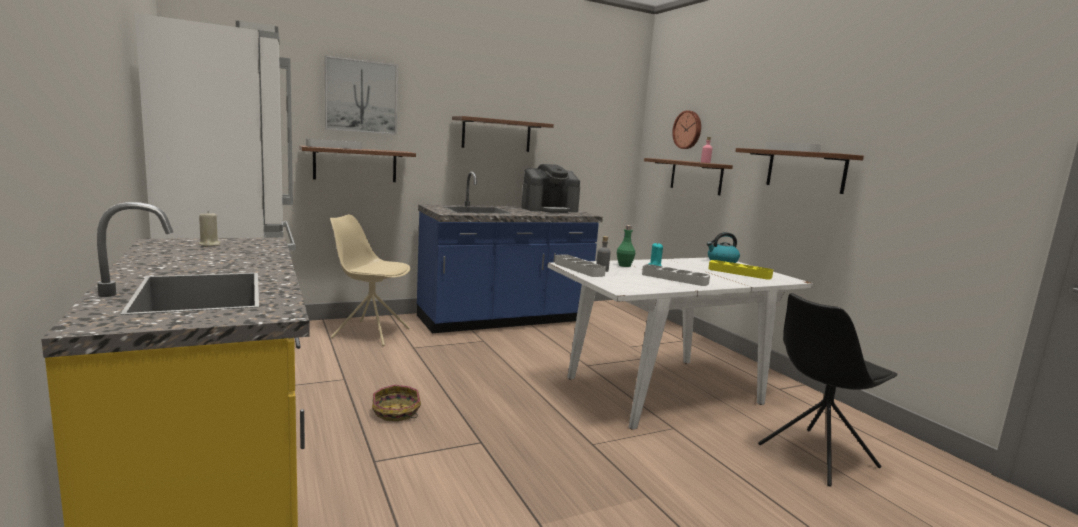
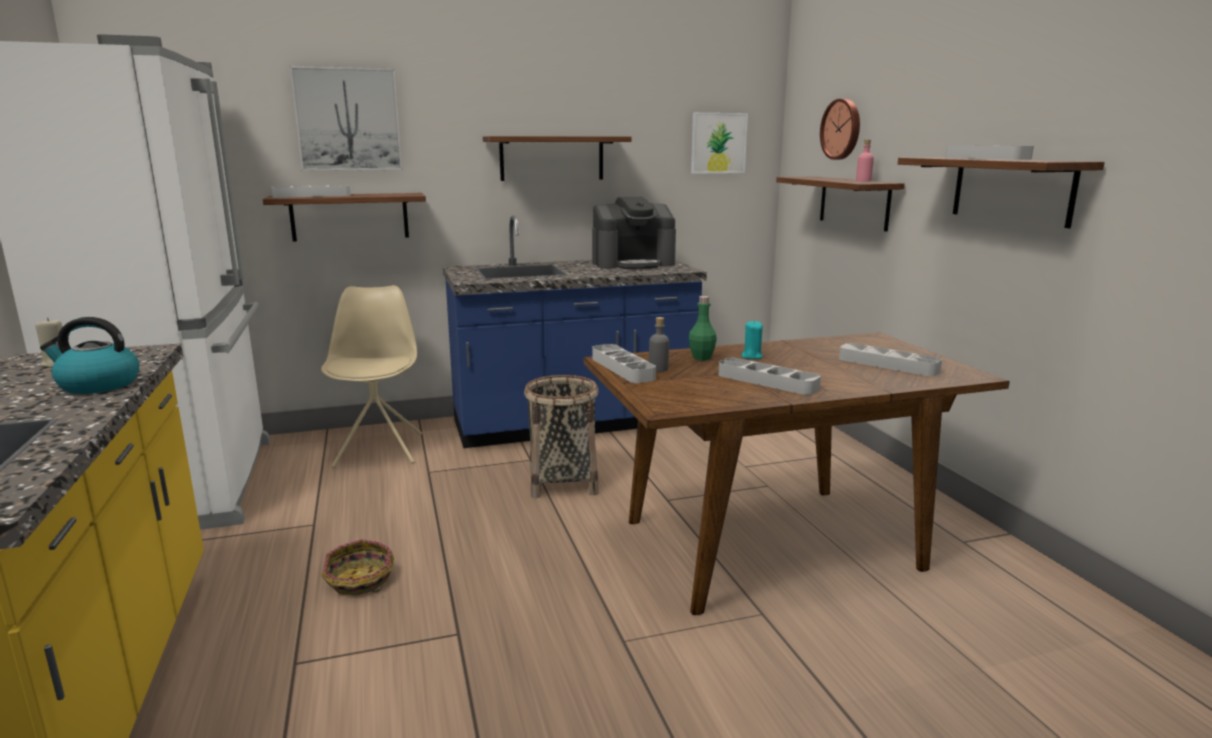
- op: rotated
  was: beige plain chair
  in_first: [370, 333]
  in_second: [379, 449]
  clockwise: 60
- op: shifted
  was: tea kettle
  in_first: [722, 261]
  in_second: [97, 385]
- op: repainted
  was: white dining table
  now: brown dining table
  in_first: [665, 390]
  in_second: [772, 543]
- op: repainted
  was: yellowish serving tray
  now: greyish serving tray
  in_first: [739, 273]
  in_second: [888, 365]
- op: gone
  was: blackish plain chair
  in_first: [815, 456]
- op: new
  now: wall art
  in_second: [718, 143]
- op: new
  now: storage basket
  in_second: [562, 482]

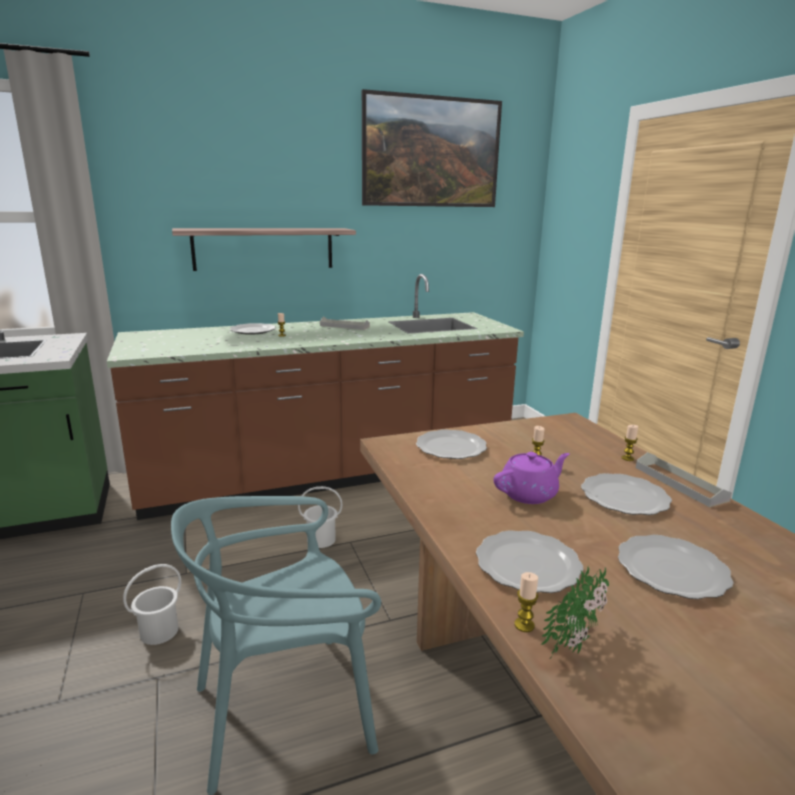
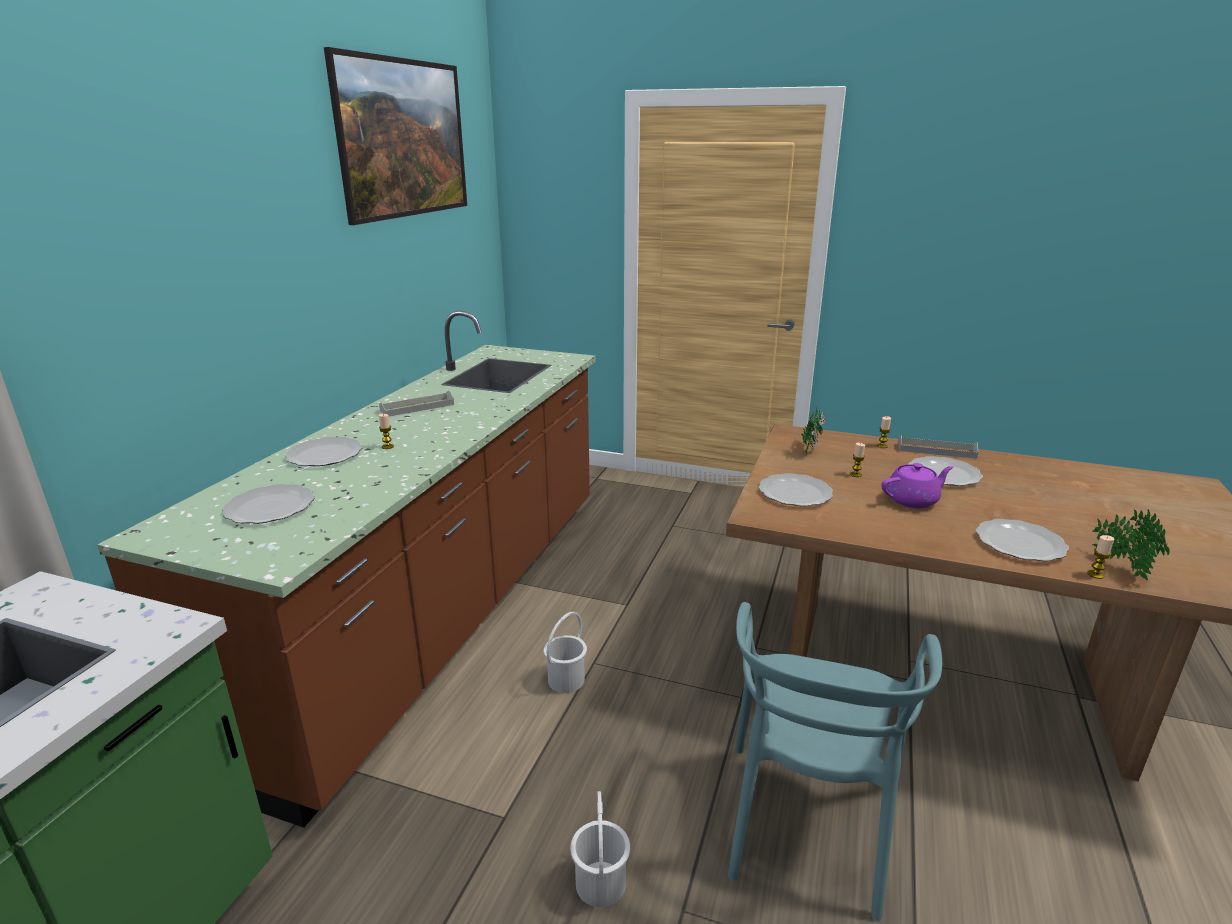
- op: gone
  was: shelf
  in_first: [264, 248]
- op: rotated
  was: purple pot for tea
  in_first: [529, 494]
  in_second: [913, 500]
  clockwise: 60
- op: shifted
  was: plate
  in_first: [672, 569]
  in_second: [270, 507]
- op: new
  now: plant in a pot
  in_second: [809, 450]

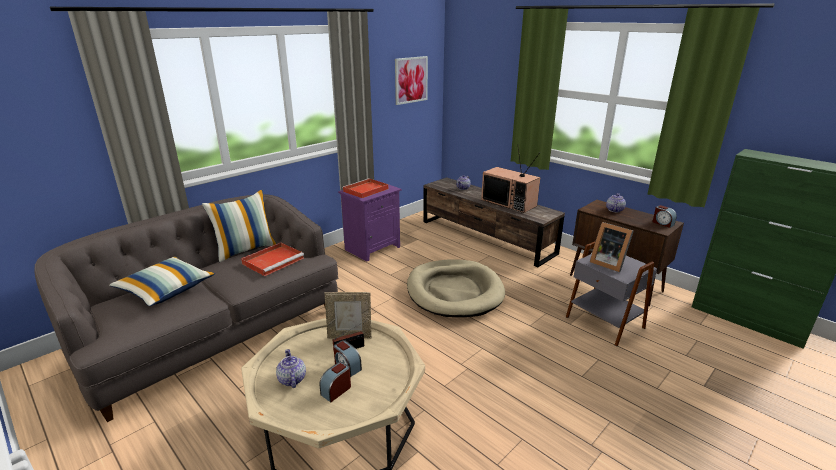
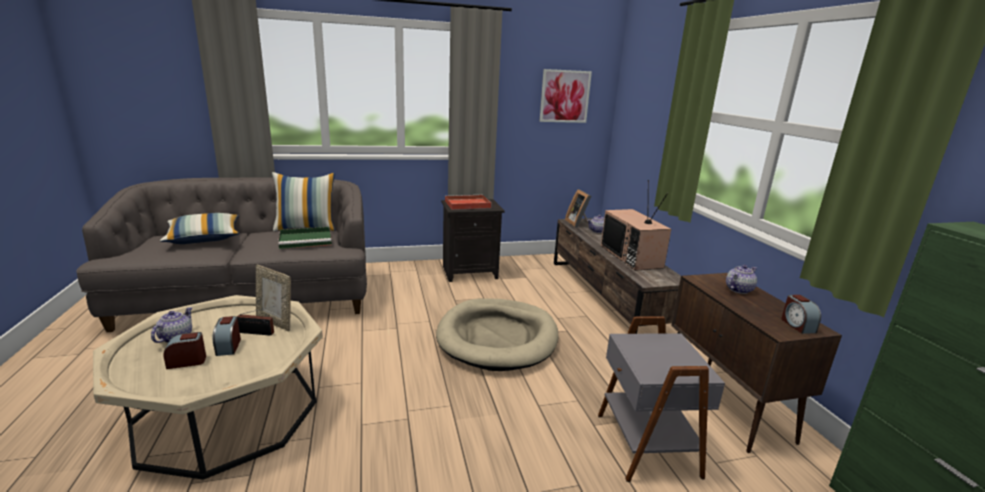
- op: repainted
  was: purple night table
  now: blackish night table
  in_first: [372, 248]
  in_second: [470, 272]
- op: shifted
  was: picture frame
  in_first: [608, 263]
  in_second: [578, 223]
- op: repainted
  was: reddish serving tray
  now: green serving tray
  in_first: [274, 260]
  in_second: [307, 240]

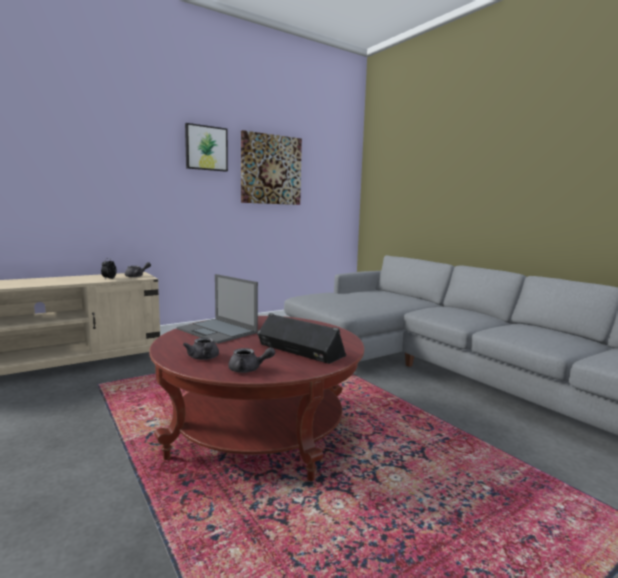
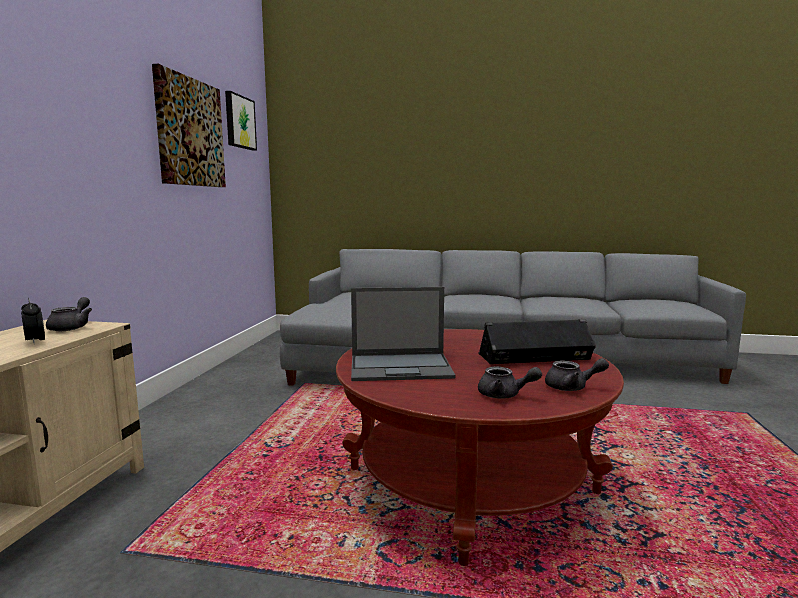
- op: shifted
  was: wall art
  in_first: [206, 148]
  in_second: [239, 122]
- op: rotated
  was: greyish pot for tea
  in_first: [248, 370]
  in_second: [572, 387]
  clockwise: 45

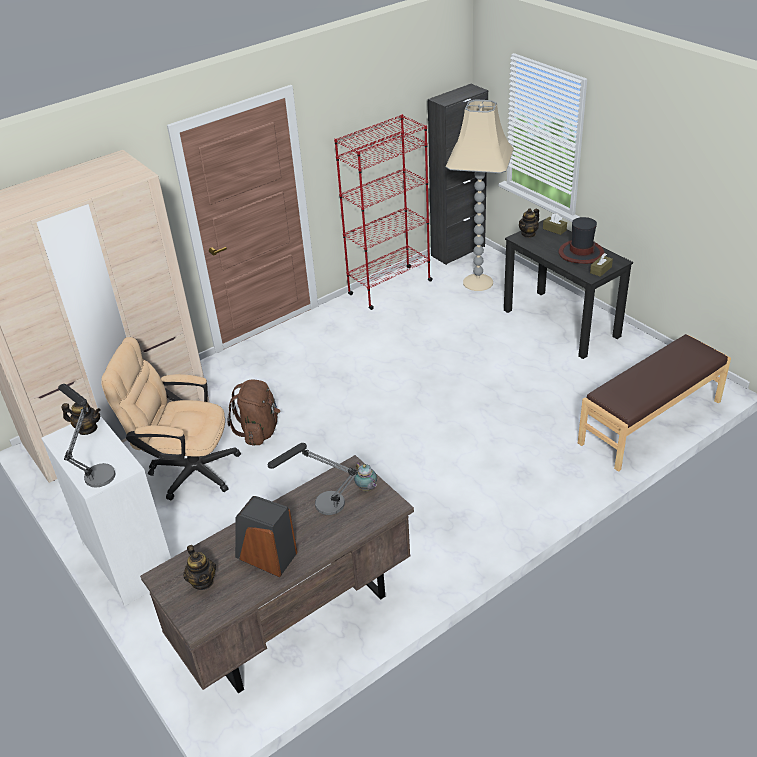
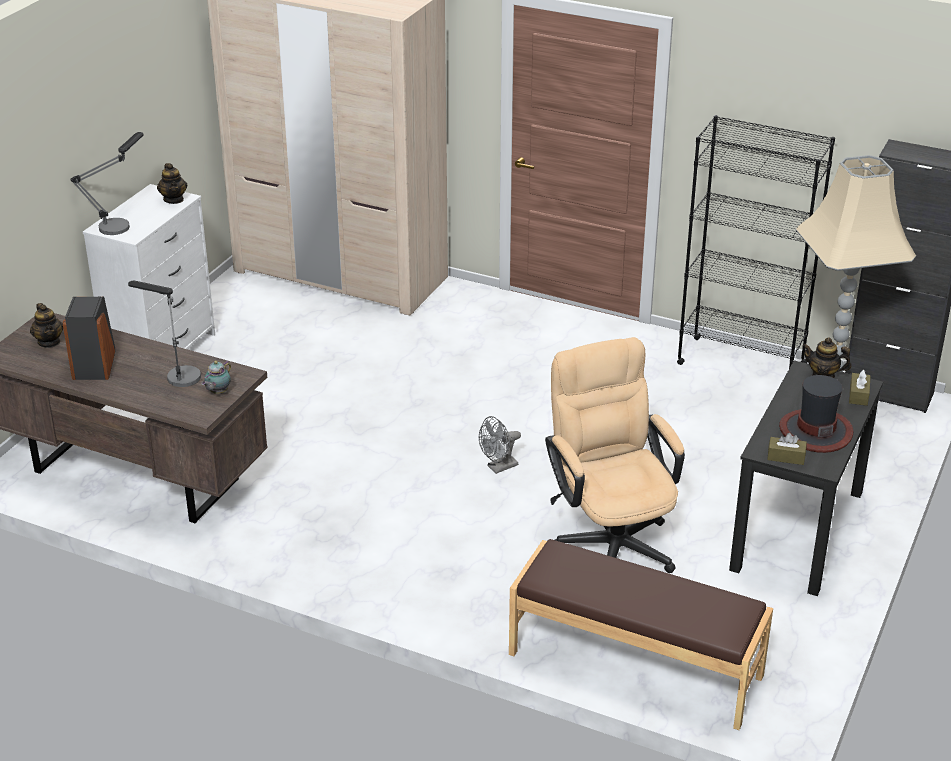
- op: repainted
  was: reddish shelving unit
  now: blackish shelving unit
  in_first: [389, 288]
  in_second: [740, 363]
- op: shifted
  was: beige computer chair
  in_first: [186, 469]
  in_second: [611, 538]
- op: gone
  was: brown rucksack
  in_first: [259, 431]
- op: rotated
  was: pot for tea
  in_first: [203, 581]
  in_second: [49, 342]
  clockwise: -60
- op: new
  now: greyish fan
  in_second: [498, 468]

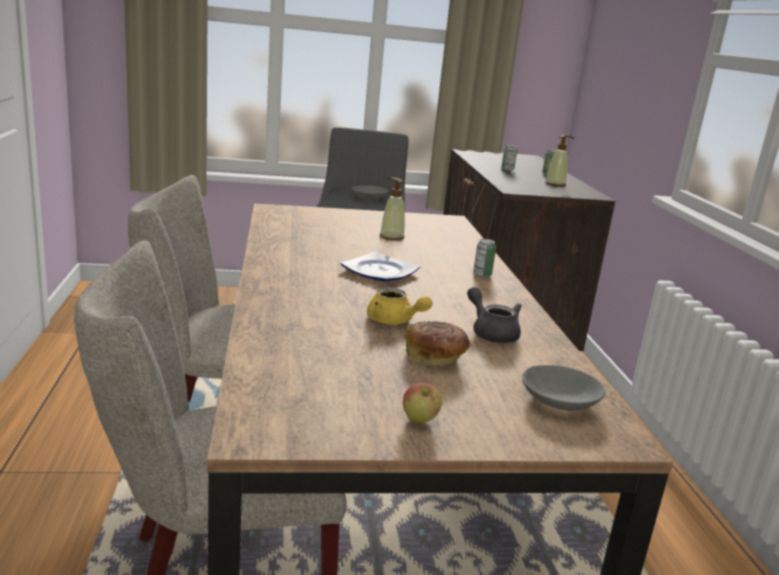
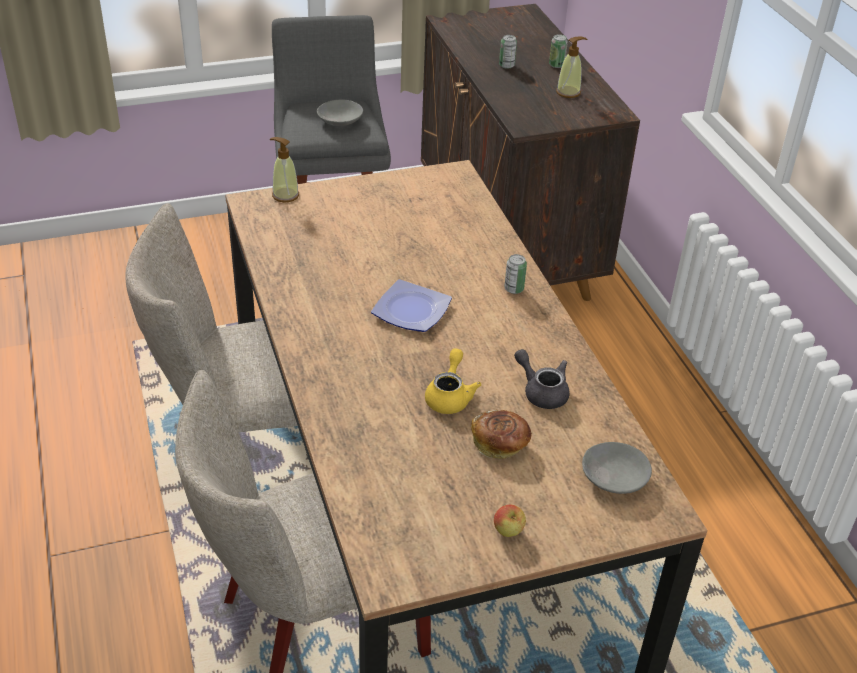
- op: shifted
  was: soap bottle
  in_first: [391, 237]
  in_second: [285, 195]
- op: rotated
  was: yellowish pot for tea
  in_first: [394, 321]
  in_second: [450, 396]
  clockwise: -105

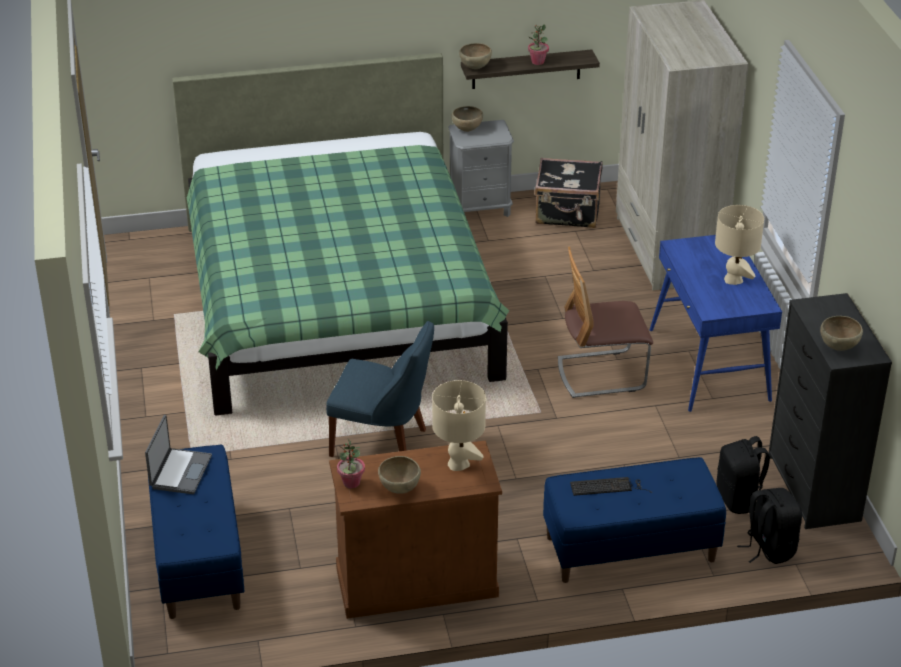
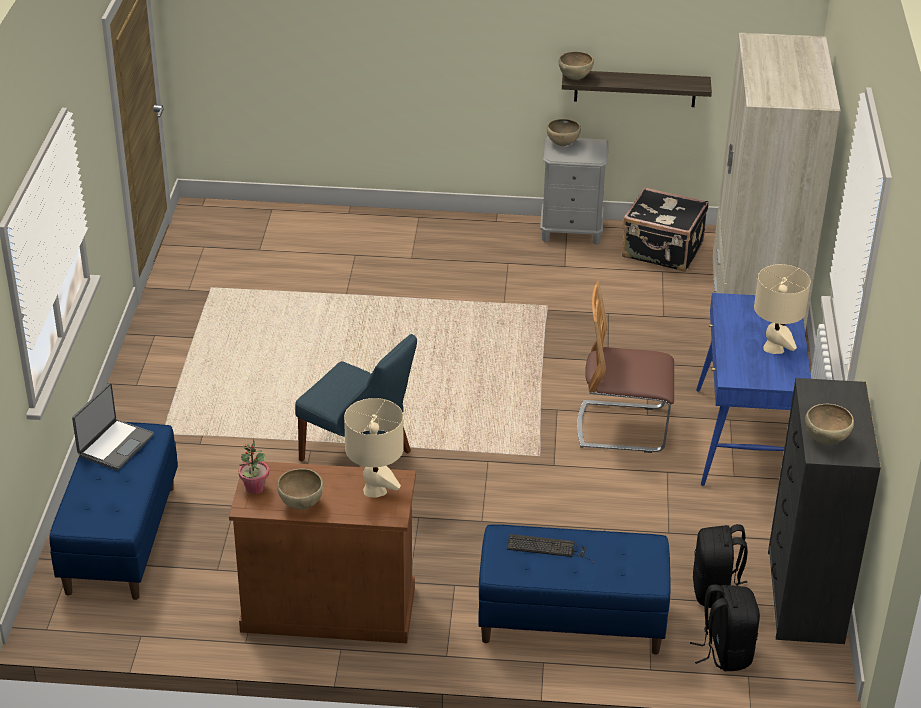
- op: gone
  was: plant in a pot
  in_first: [537, 62]
- op: gone
  was: green bed
  in_first: [336, 301]

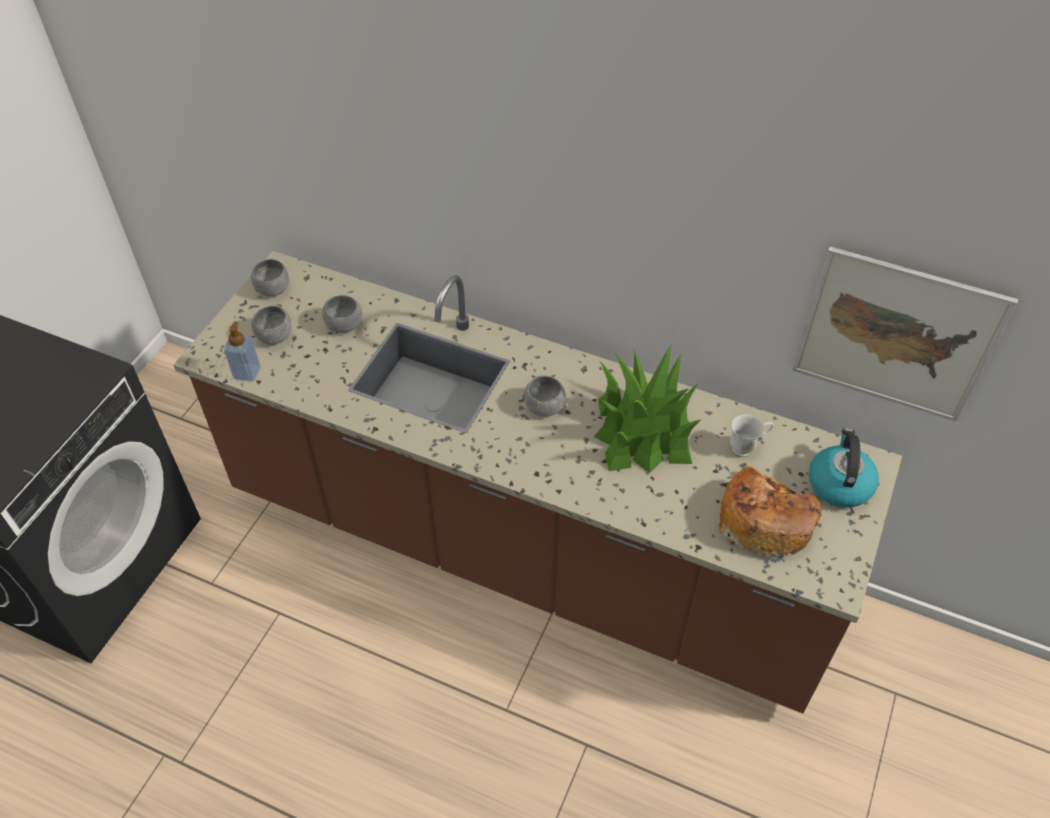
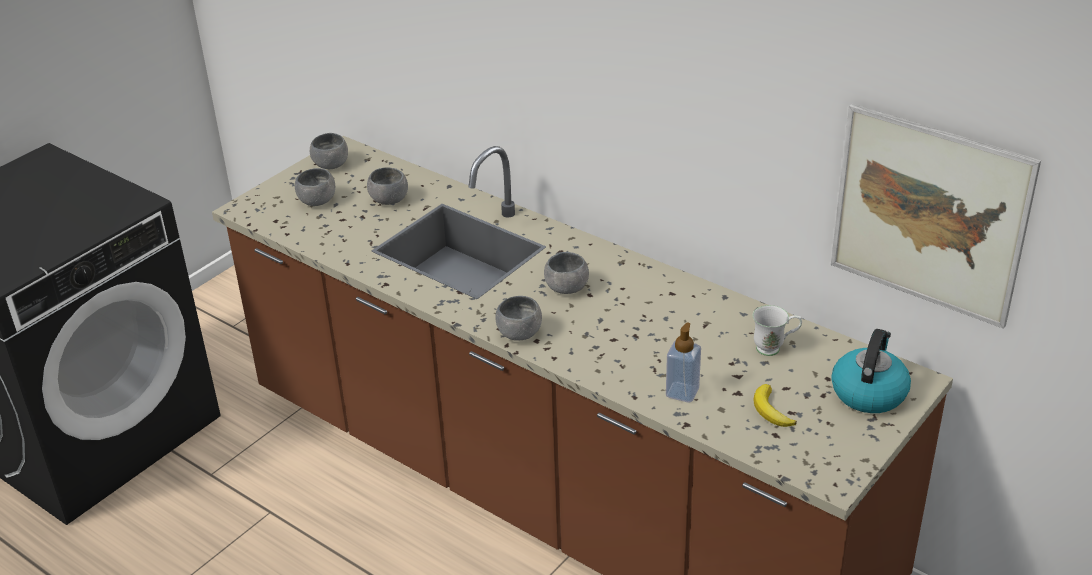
- op: shifted
  was: soap bottle
  in_first: [247, 372]
  in_second: [682, 392]
- op: gone
  was: plant in a pot
  in_first: [643, 430]
- op: swapped
  was: bakery bread
  now: whole banana
  in_first: [764, 518]
  in_second: [771, 410]
- op: new
  now: greyish bowl
  in_second: [519, 333]

